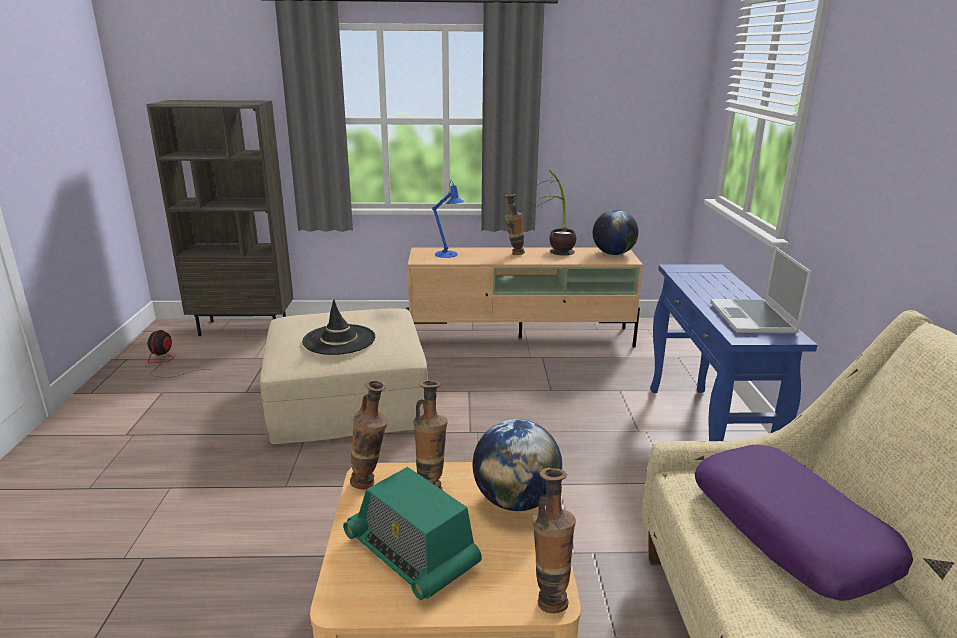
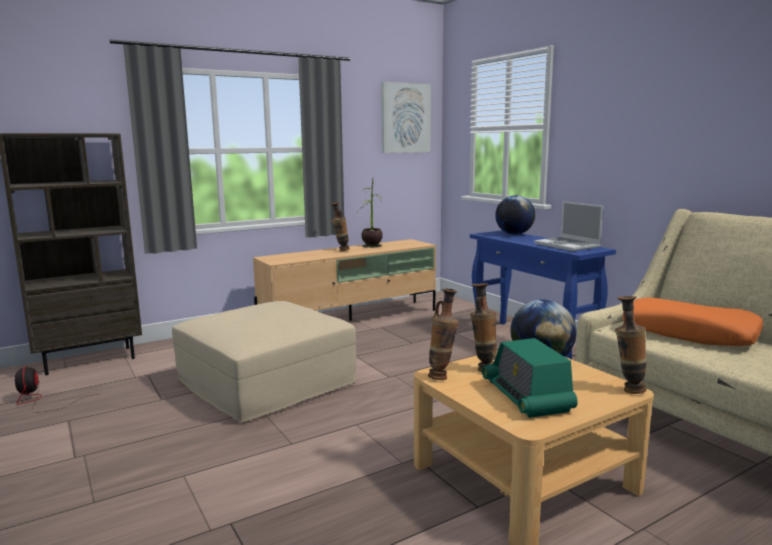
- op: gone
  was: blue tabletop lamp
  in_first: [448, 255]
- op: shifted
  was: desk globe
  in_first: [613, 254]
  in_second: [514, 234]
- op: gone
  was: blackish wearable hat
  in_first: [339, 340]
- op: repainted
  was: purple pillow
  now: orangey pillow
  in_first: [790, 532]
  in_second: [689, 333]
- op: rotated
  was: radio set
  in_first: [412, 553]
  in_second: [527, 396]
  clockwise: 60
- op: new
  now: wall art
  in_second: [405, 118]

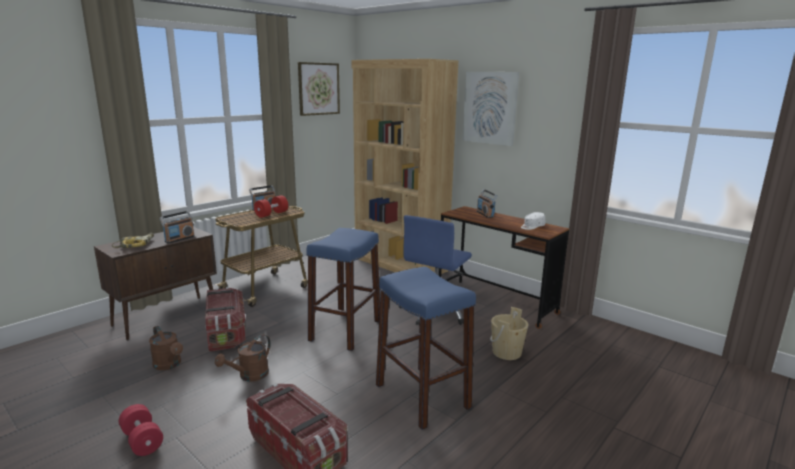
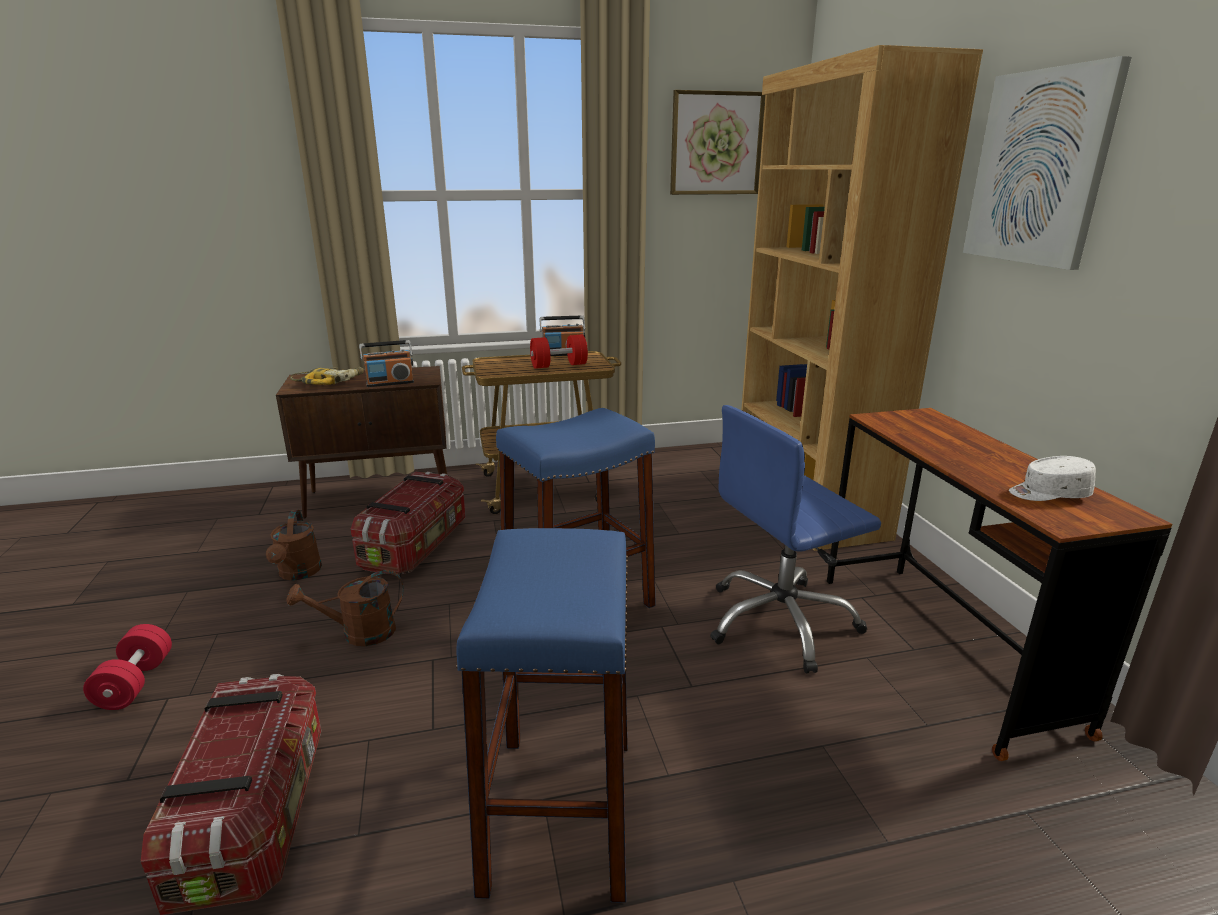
- op: gone
  was: radio set
  in_first: [485, 214]
- op: gone
  was: beige water bucket
  in_first: [506, 352]

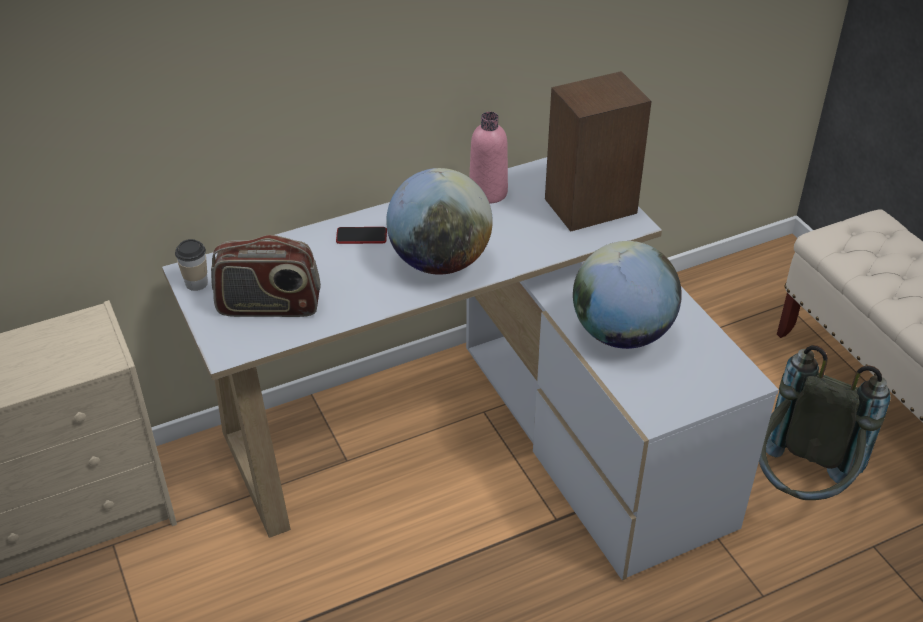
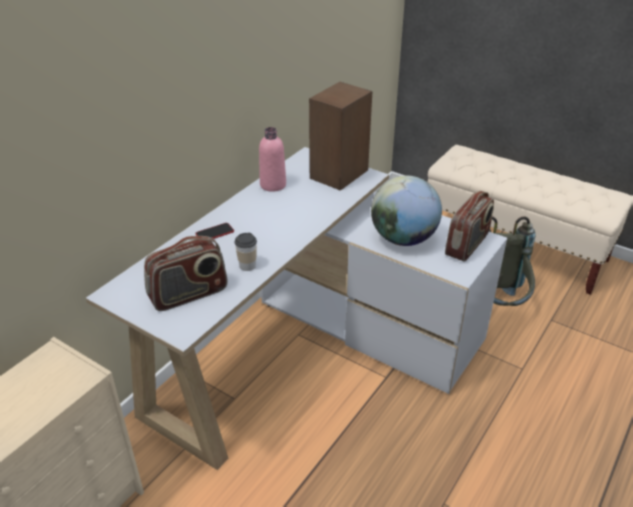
- op: gone
  was: desk globe
  in_first: [440, 261]
- op: shifted
  was: drinking cup
  in_first: [196, 283]
  in_second: [247, 265]
- op: new
  now: radio set
  in_second: [467, 245]

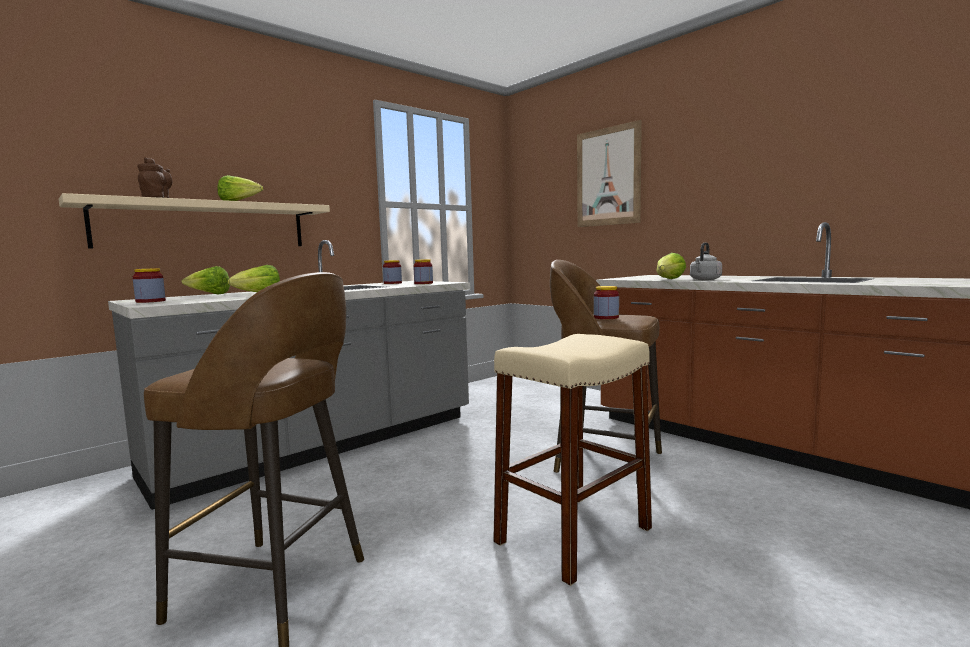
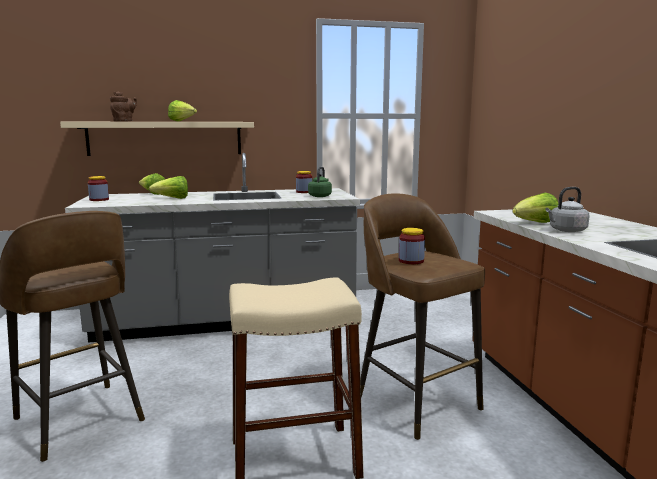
- op: gone
  was: wall art
  in_first: [608, 177]
- op: swapped
  was: storage jar
  now: green tea kettle
  in_first: [423, 283]
  in_second: [320, 196]

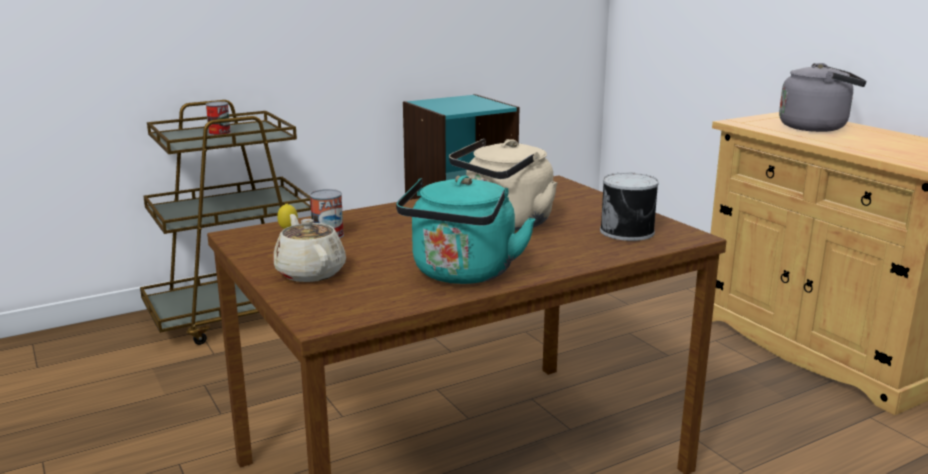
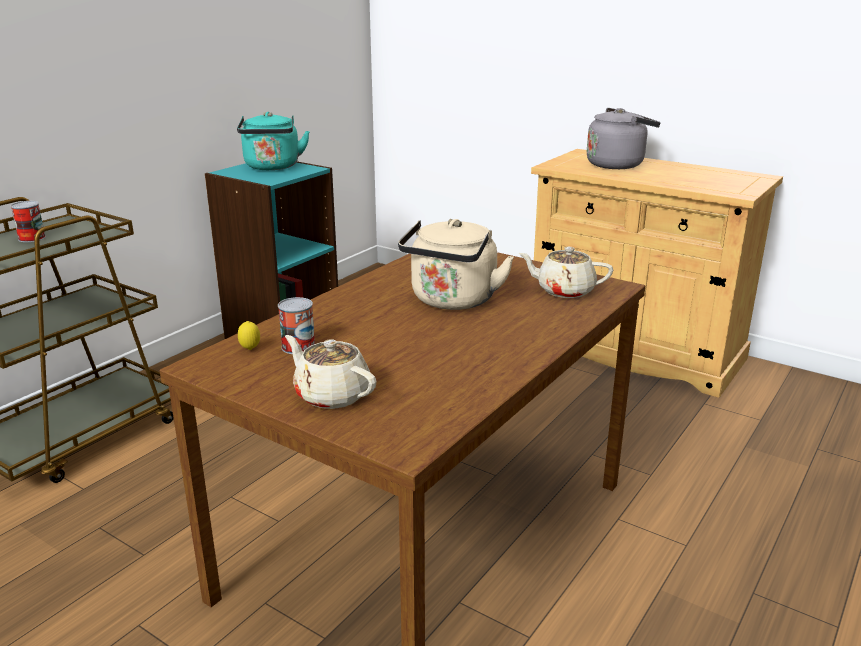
- op: swapped
  was: can
  now: beige pot for tea
  in_first: [628, 231]
  in_second: [564, 290]
- op: shifted
  was: turquoise-coloured tea kettle
  in_first: [462, 274]
  in_second: [272, 167]

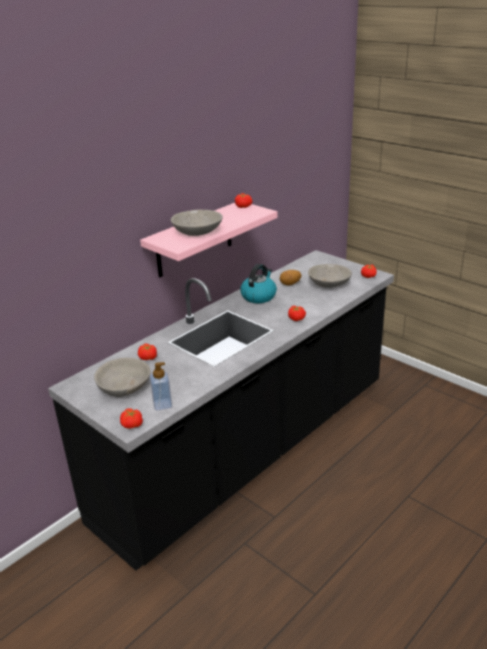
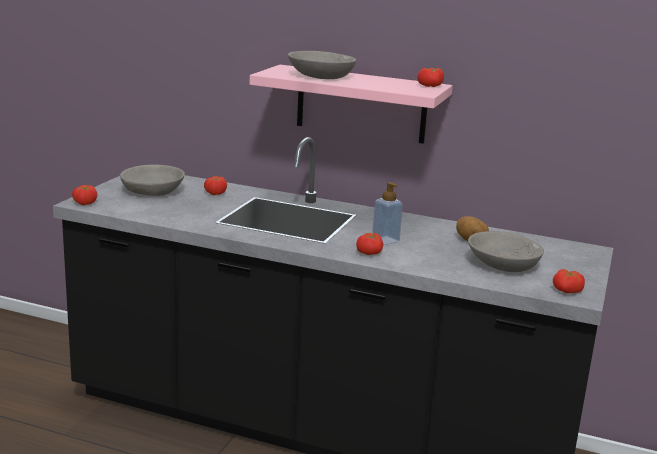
- op: gone
  was: tea kettle
  in_first: [258, 296]
- op: shifted
  was: soap bottle
  in_first: [162, 404]
  in_second: [385, 240]

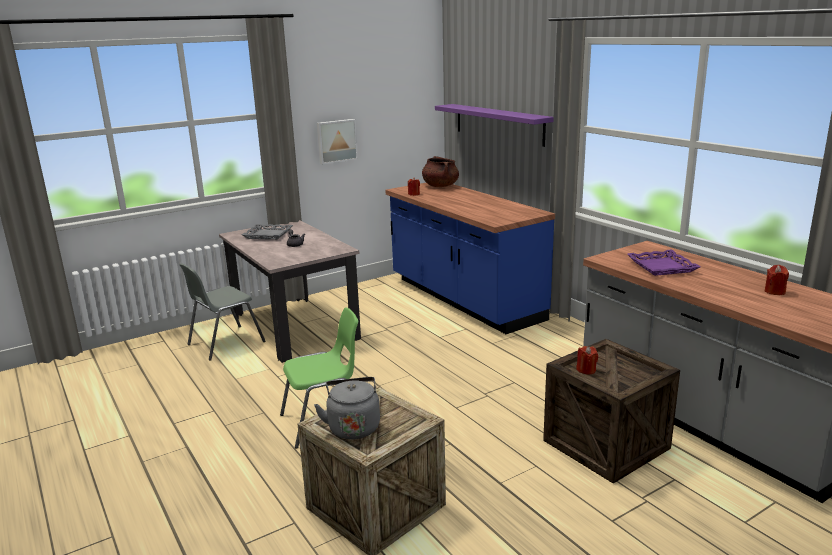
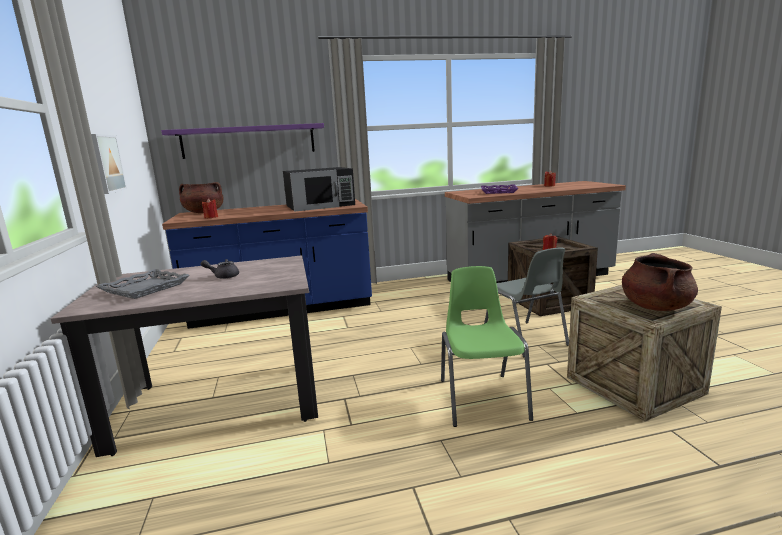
- op: shifted
  was: greyish plain chair
  in_first: [224, 343]
  in_second: [525, 339]
- op: swapped
  was: greyish tea kettle
  now: brown stockpot
  in_first: [353, 426]
  in_second: [655, 307]
- op: new
  now: blackish microwave oven
  in_second: [320, 205]

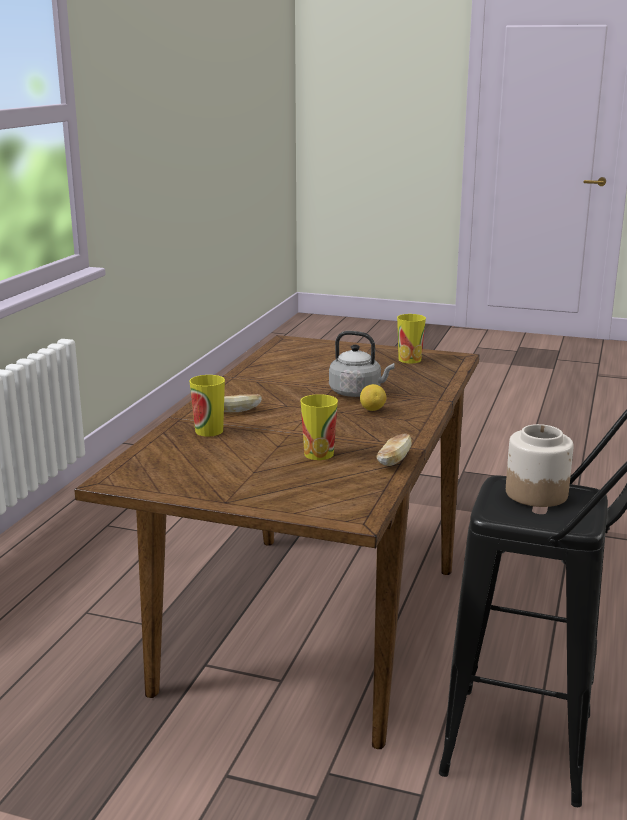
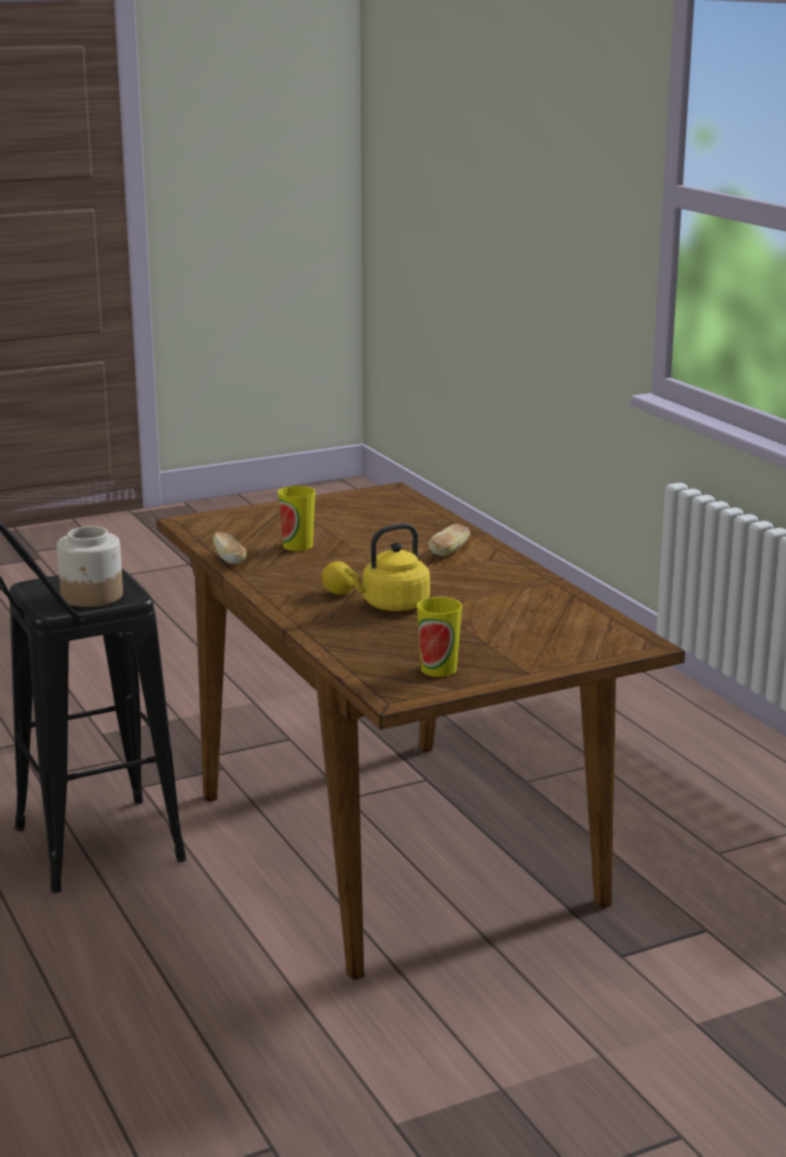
- op: repainted
  was: greyish tea kettle
  now: yellowish tea kettle
  in_first: [358, 393]
  in_second: [392, 605]
- op: gone
  was: drinking cup
  in_first: [209, 431]

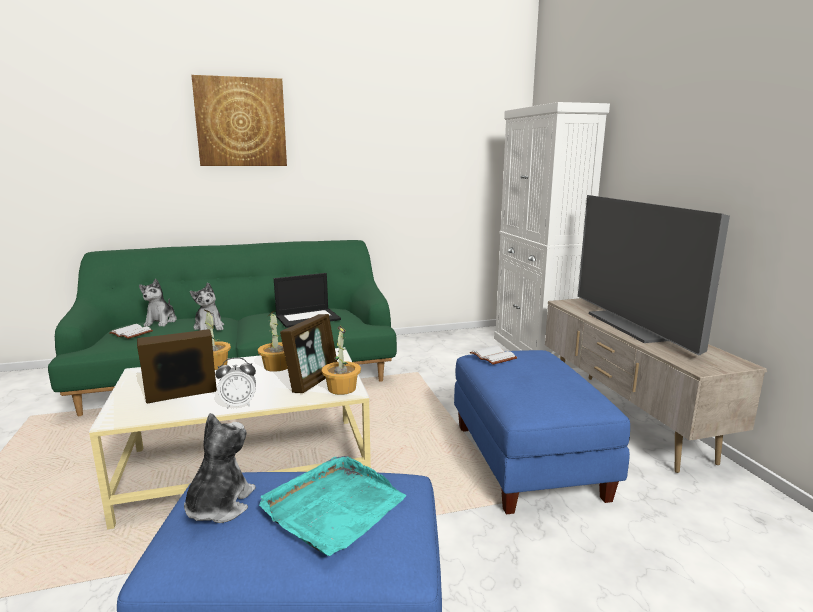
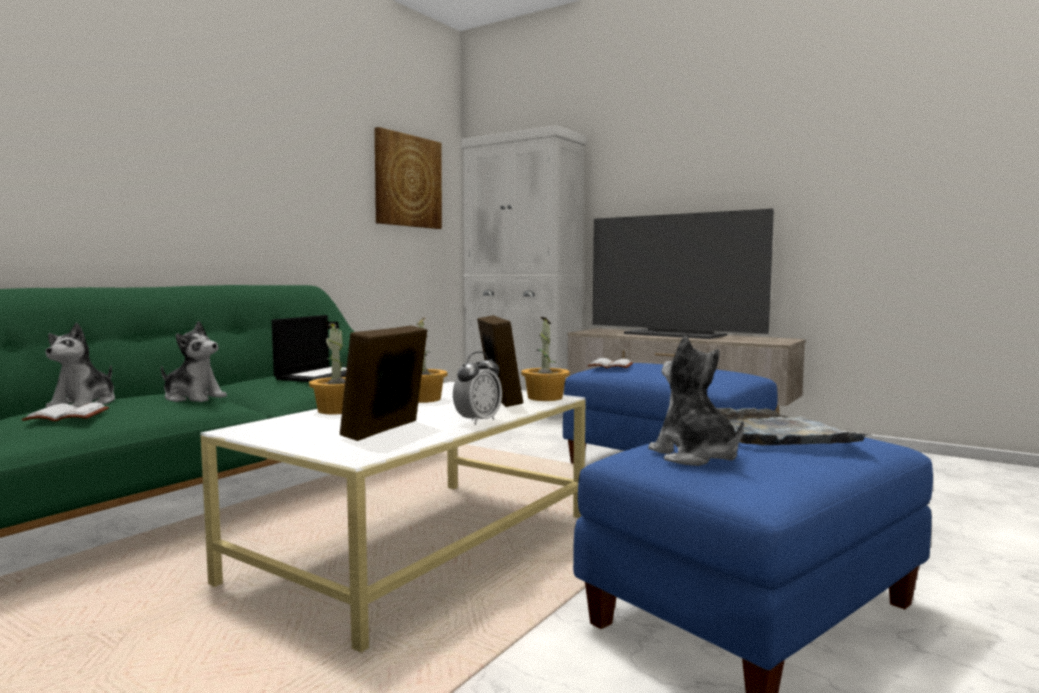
- op: shifted
  was: wall art
  in_first: [241, 122]
  in_second: [407, 181]
- op: rotated
  was: soft toy
  in_first: [161, 321]
  in_second: [84, 403]
  clockwise: 45
- op: repainted
  was: turquoise-coloured serving tray
  now: greyish serving tray
  in_first: [333, 507]
  in_second: [776, 433]

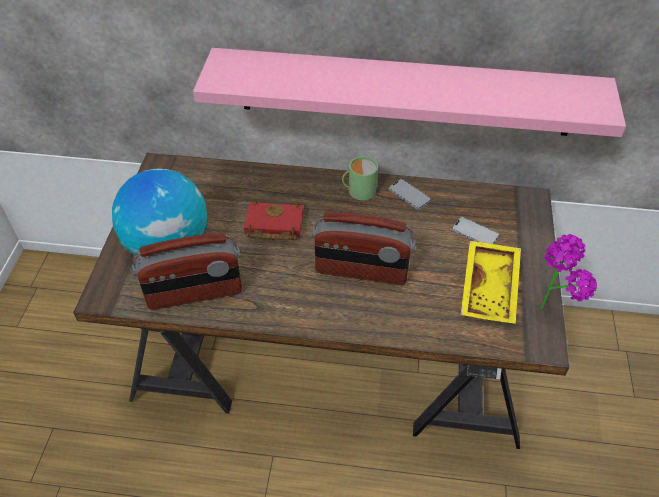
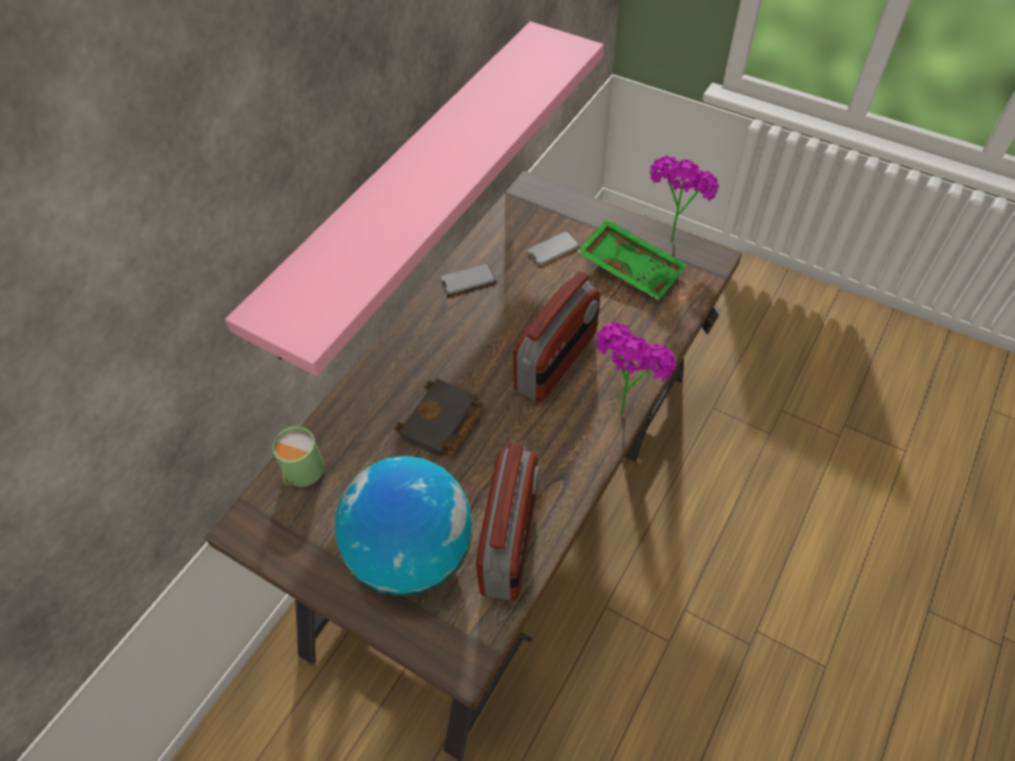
- op: shifted
  was: green coffee mug
  in_first: [358, 190]
  in_second: [301, 473]
- op: repainted
  was: reddish volume
  now: blackish volume
  in_first: [272, 225]
  in_second: [441, 424]
- op: repainted
  was: yellowish serving tray
  now: green serving tray
  in_first: [491, 289]
  in_second: [631, 267]
- op: new
  now: plant in a pot
  in_second: [624, 402]

